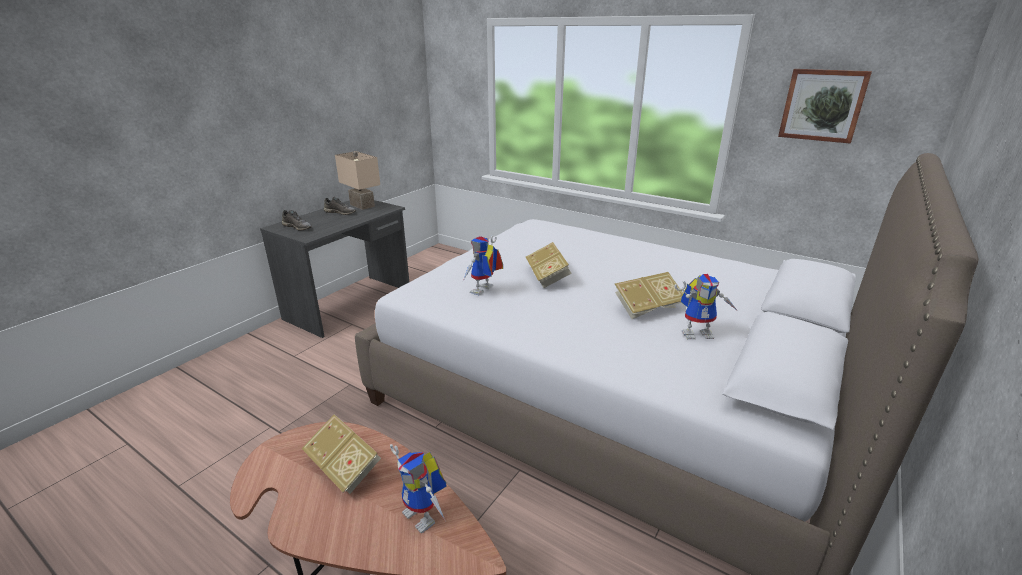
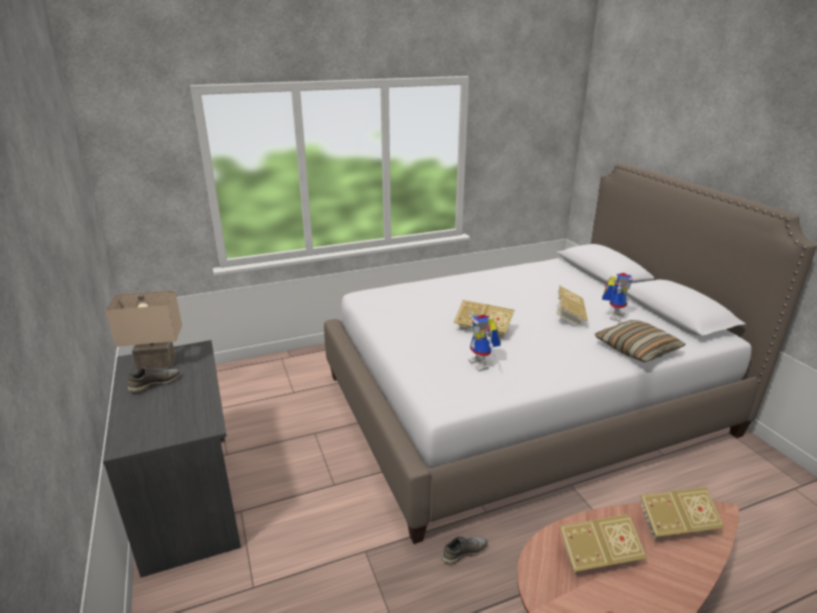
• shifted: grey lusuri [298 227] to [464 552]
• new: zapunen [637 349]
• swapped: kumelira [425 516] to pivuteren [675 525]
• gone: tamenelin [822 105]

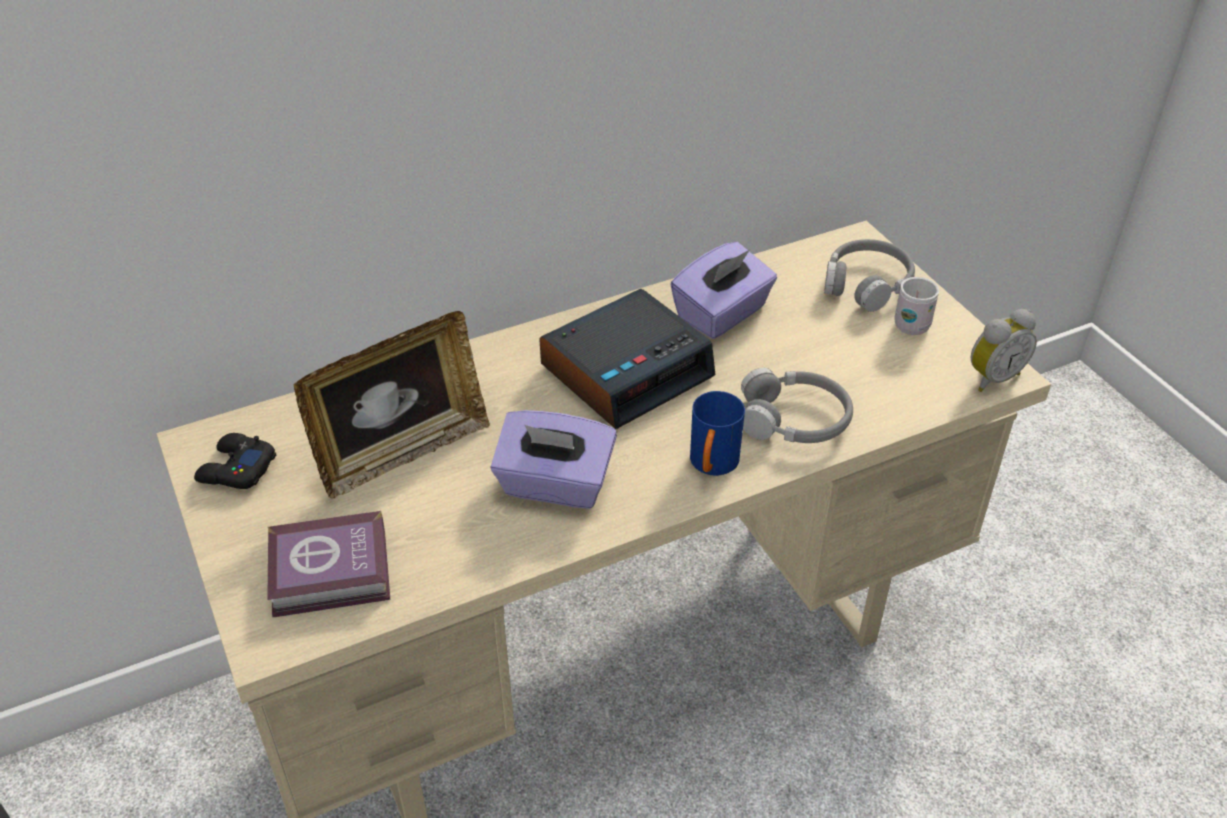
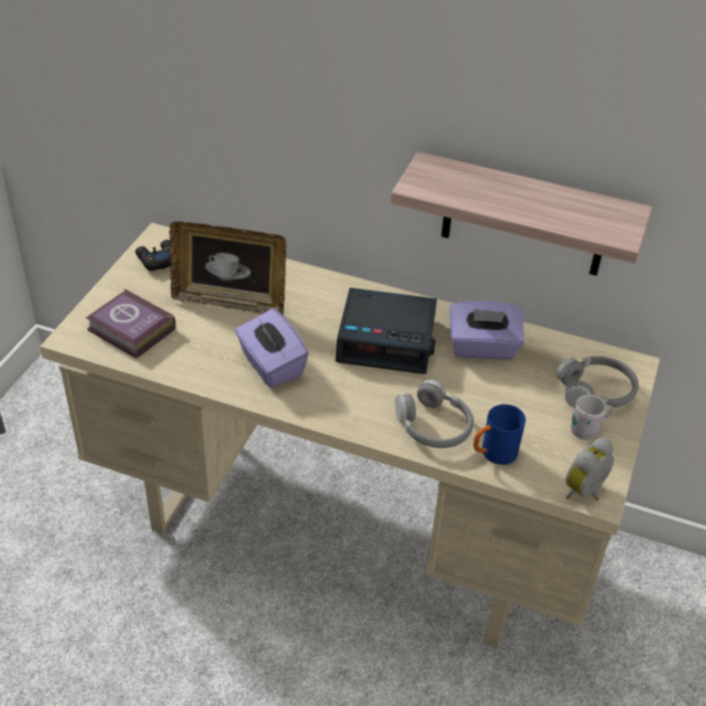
• new: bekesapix [524 217]
• shifted: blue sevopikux [712 466] to [493 454]
• rotated: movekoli [992 377] = [586 492] 120 degrees clockwise

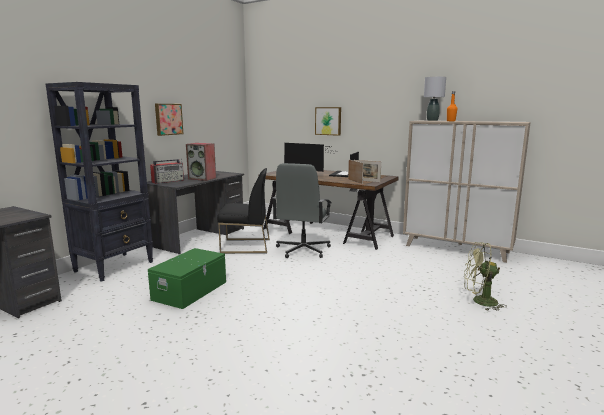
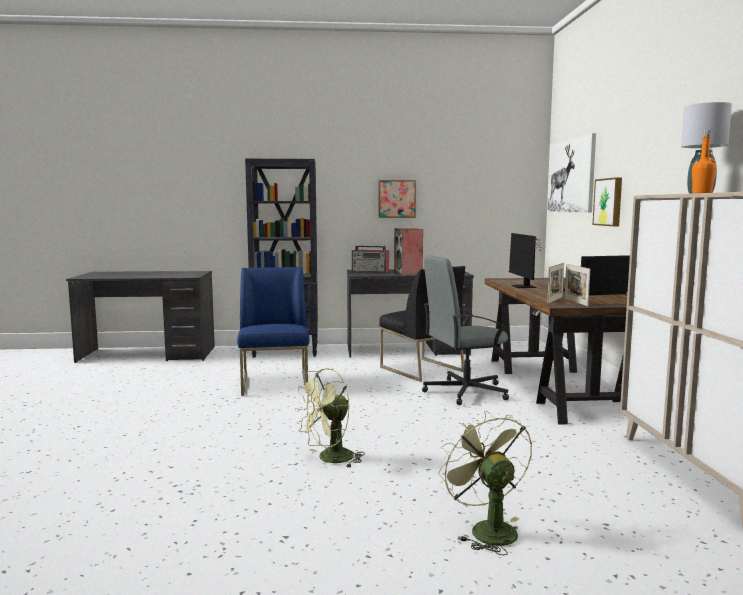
• swapped: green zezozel [191 291] to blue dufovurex [275 384]
• new: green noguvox [329 459]
• new: tamenelin [571 176]

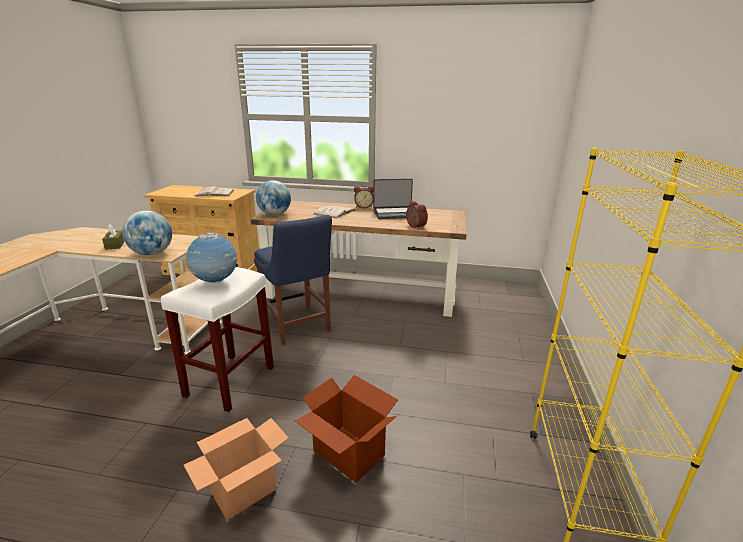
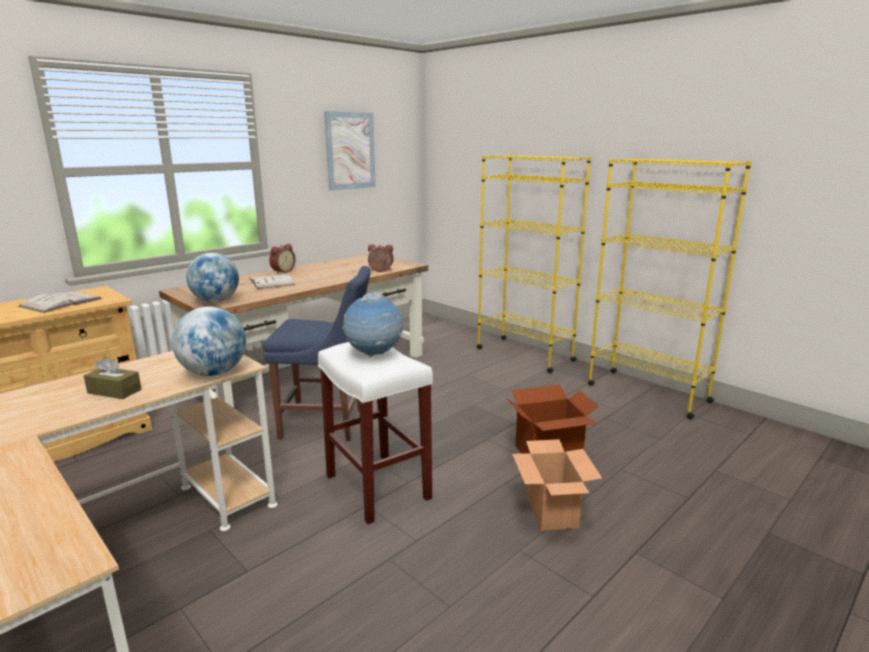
• new: tamenelin [350 151]
• new: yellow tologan [524 354]
• gone: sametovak [395 214]

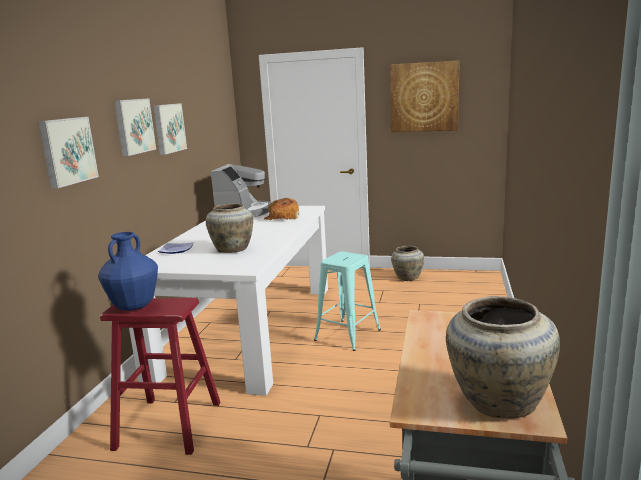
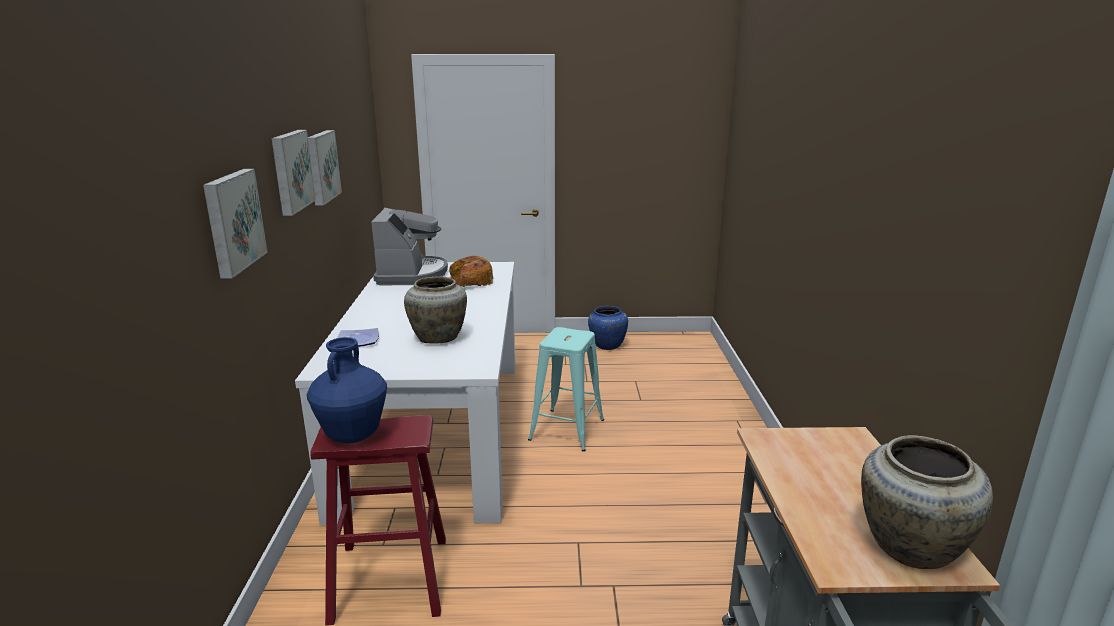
• repainted: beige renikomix [407 278] to blue renikomix [607 345]
• gone: tamenelin [424 97]

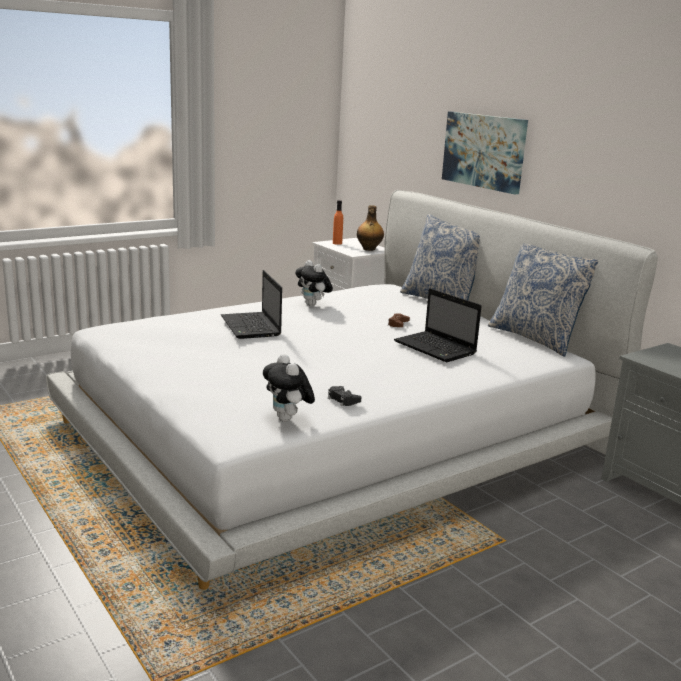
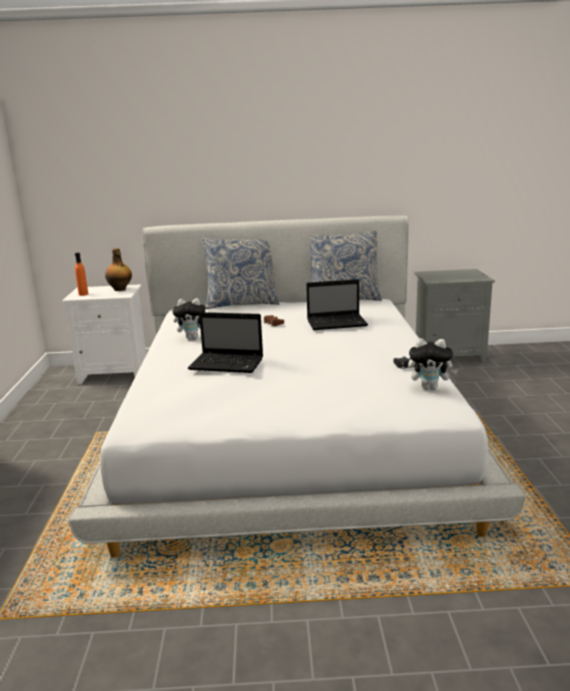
• gone: tamenelin [484 151]

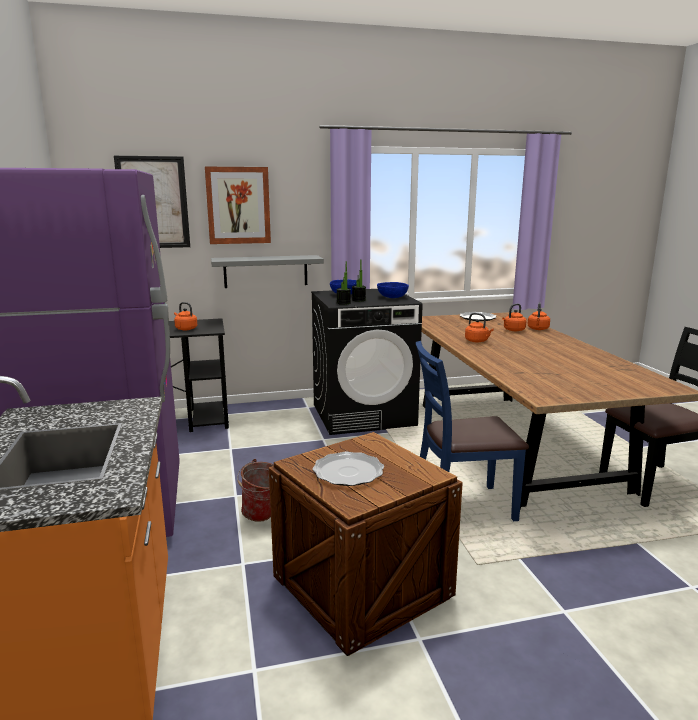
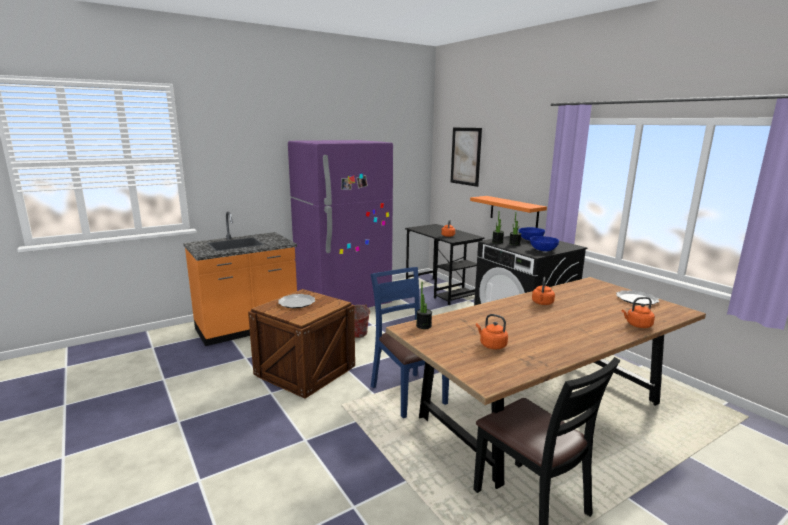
• new: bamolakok [423 326]
• repainted: grey bekesapix [266 271] to orange bekesapix [514 211]
• shifted: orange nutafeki [513 330] to [491 345]
• gone: tamenelin [238 205]

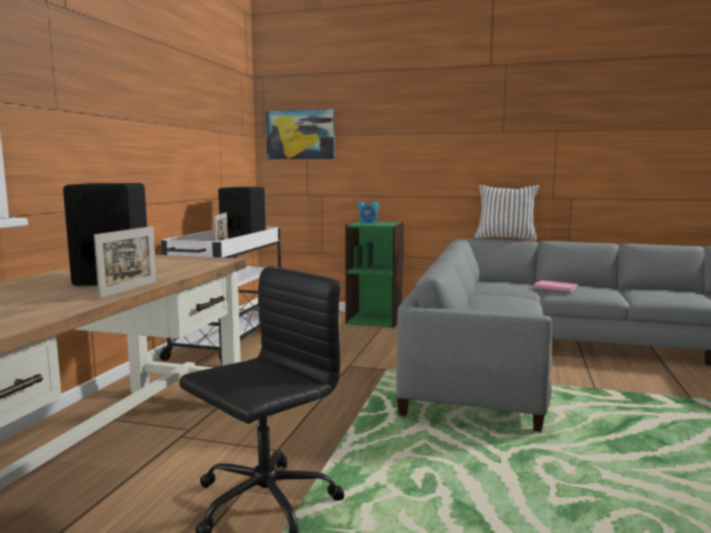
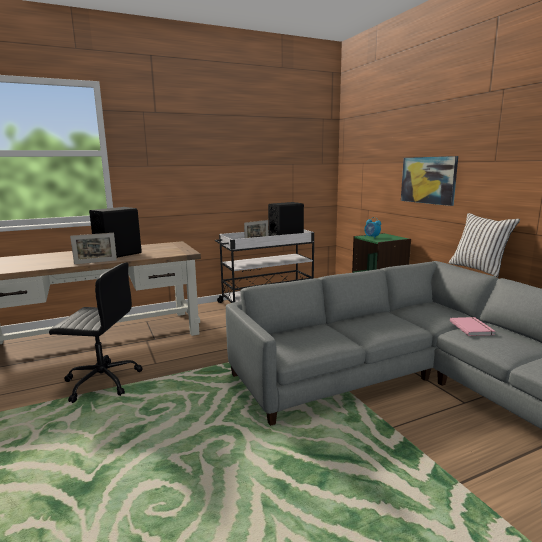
• shifted: tamenelin [300 134] to [428 180]

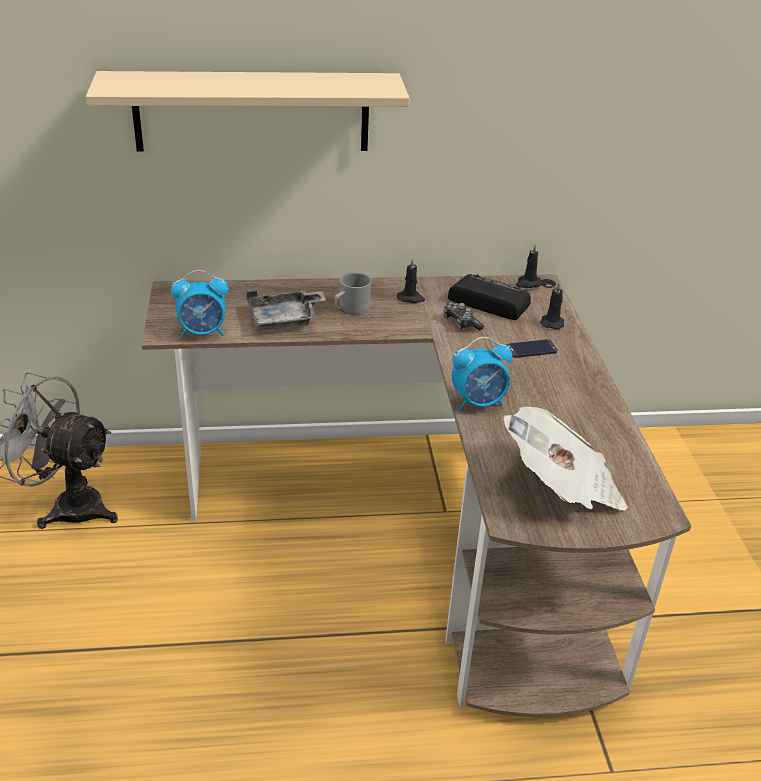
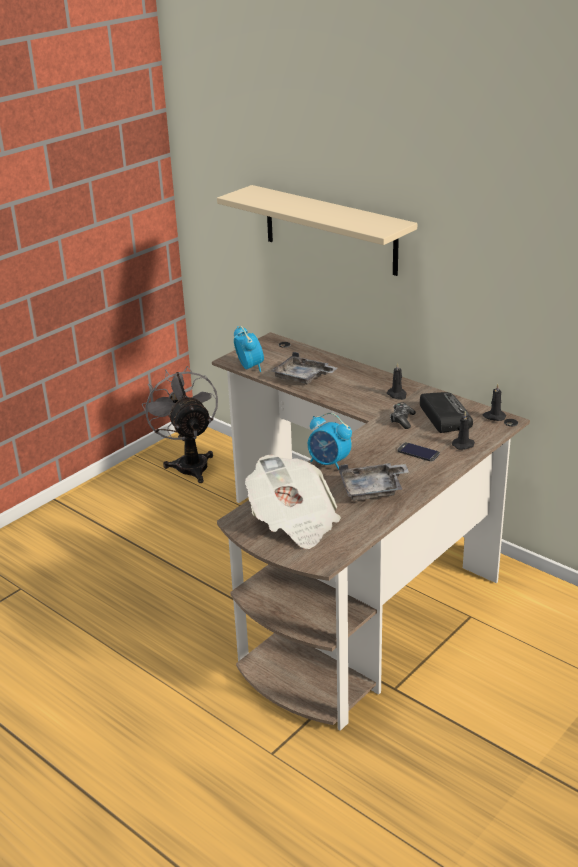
• rotated: movekoli [203 332] = [249 367] 150 degrees counterclockwise
• new: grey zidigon [373 490]
• gone: grey sevopikux [351 309]

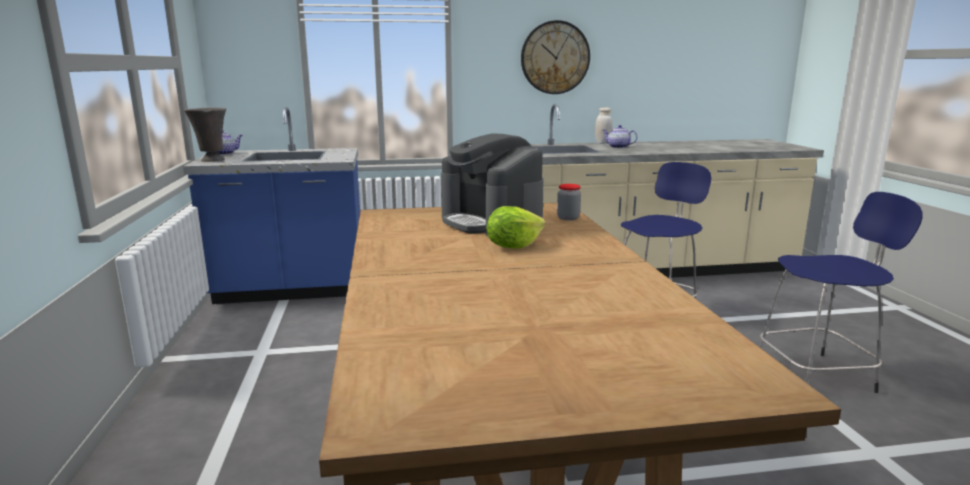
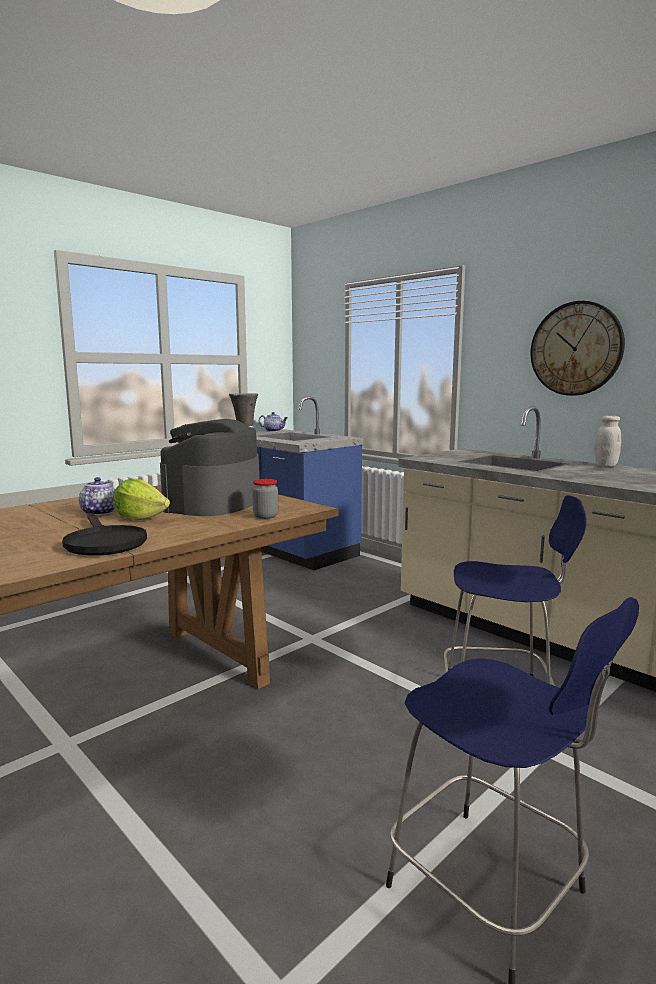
• new: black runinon [103 542]
• shifted: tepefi [618 147] to [99 512]

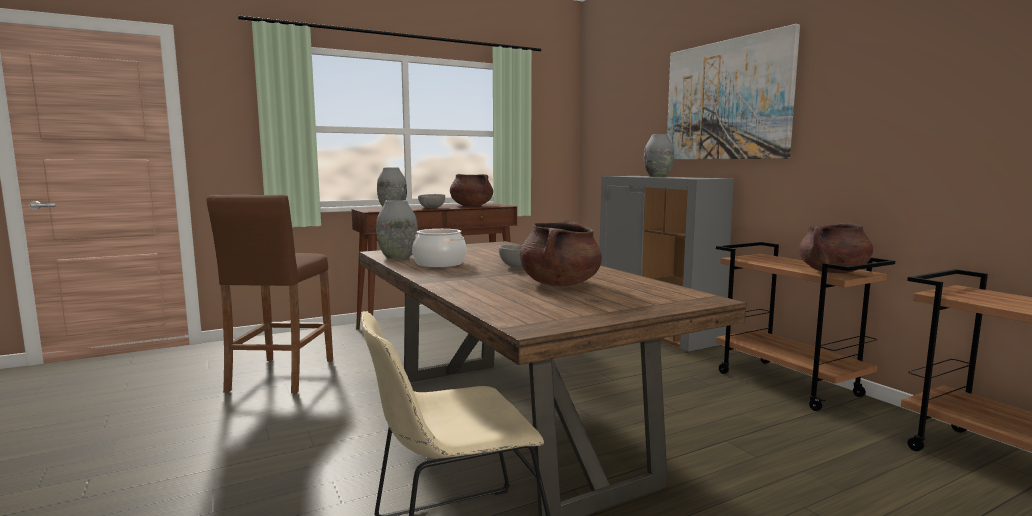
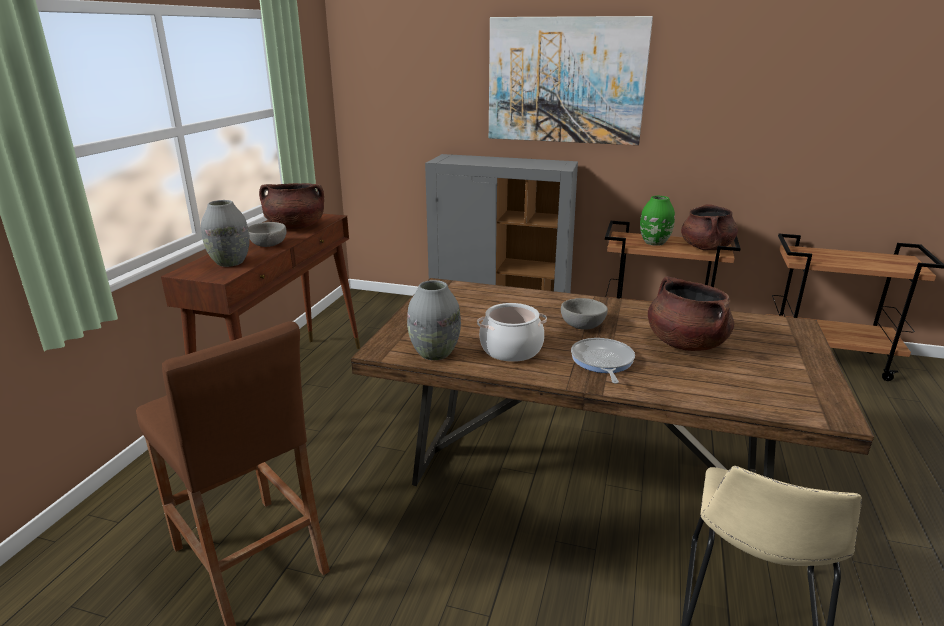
• new: runinon [602 362]
• new: green renikomix [654 243]
• gone: grey renikomix [658 176]

